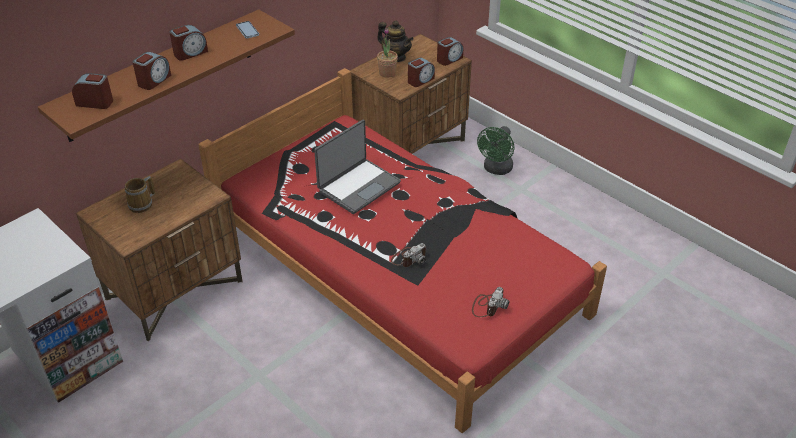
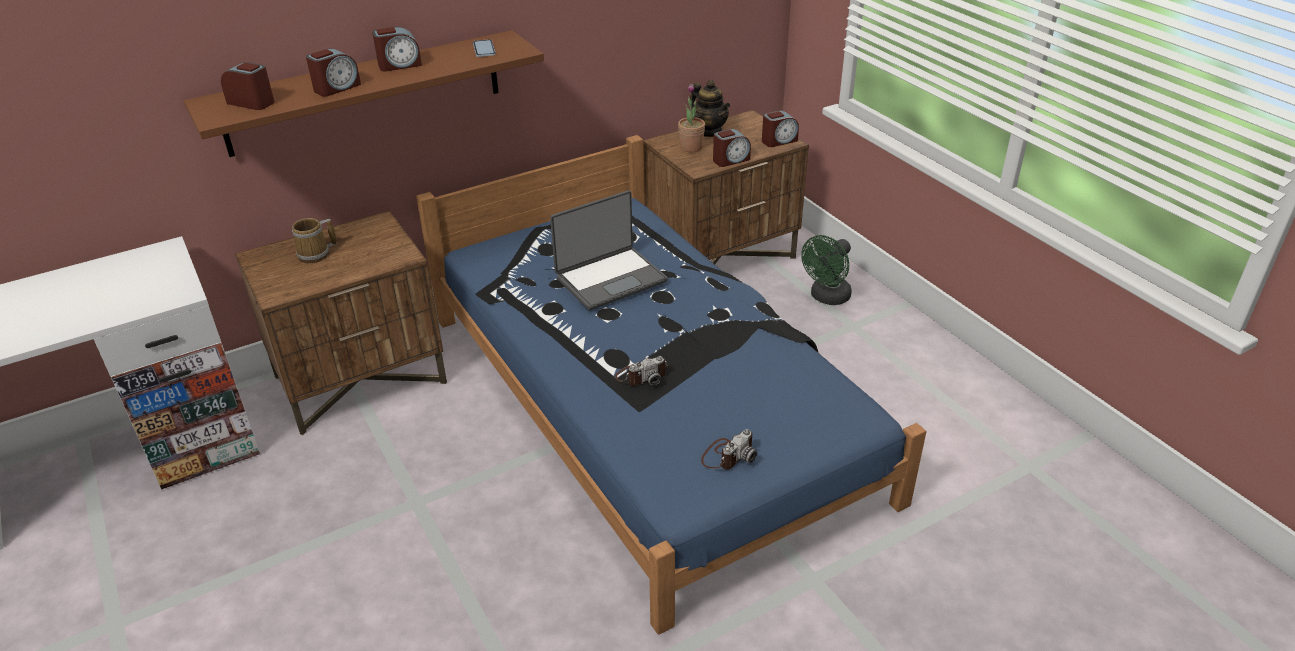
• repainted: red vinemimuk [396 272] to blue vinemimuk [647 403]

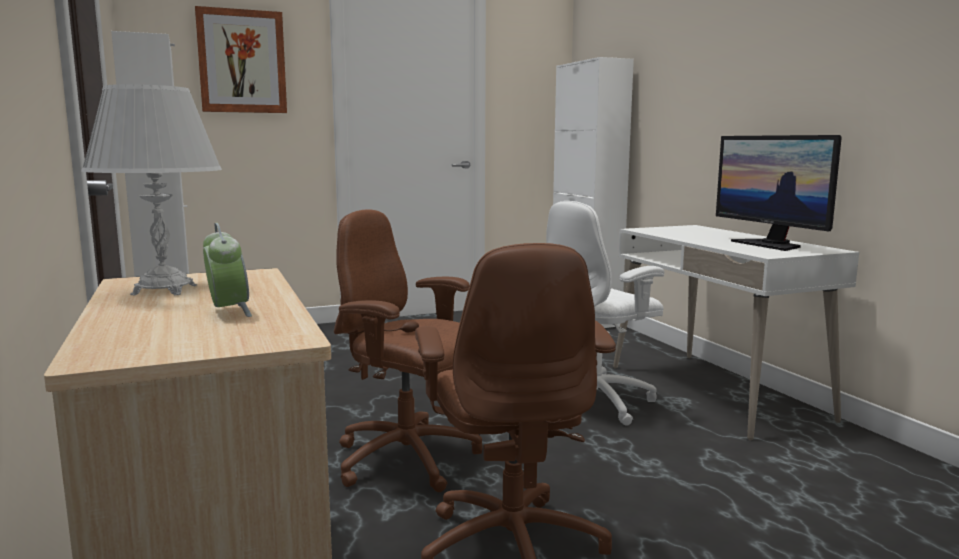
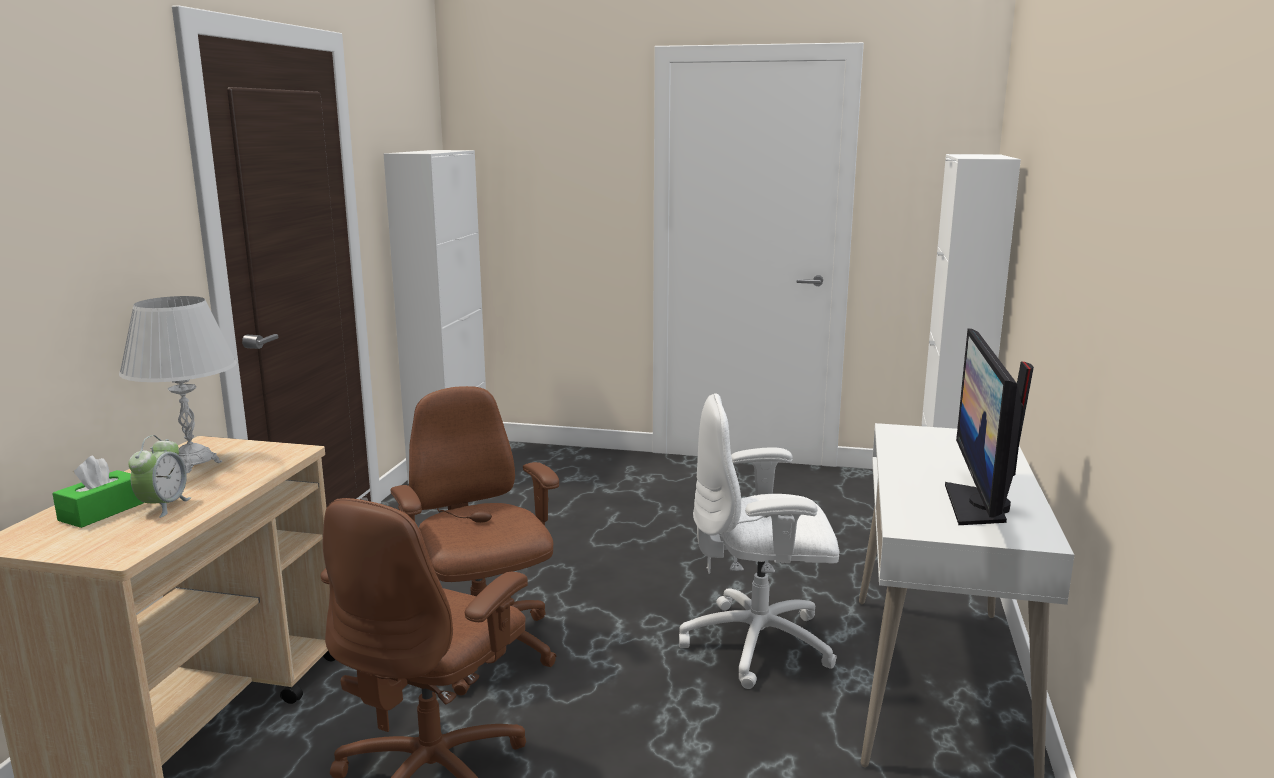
• new: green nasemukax [102 511]
• gone: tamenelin [242 61]

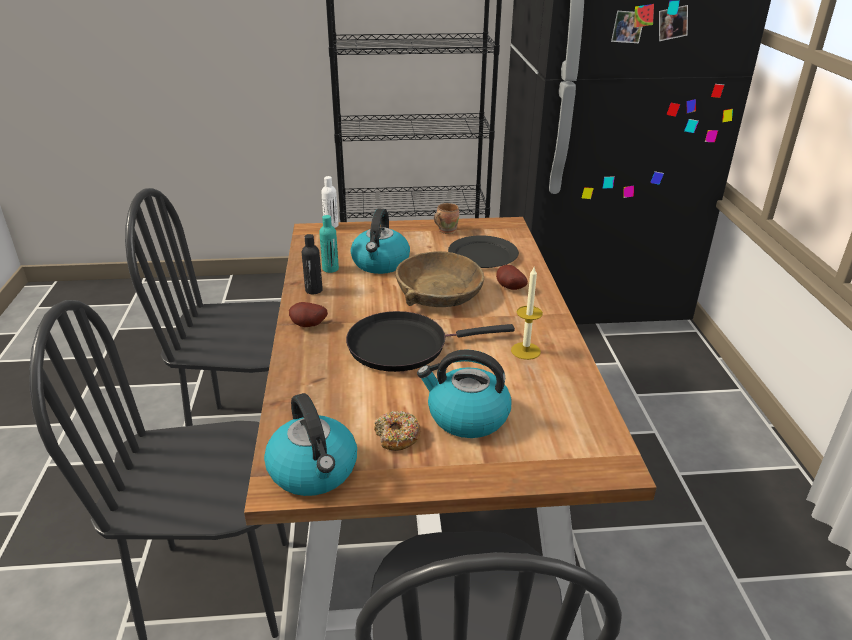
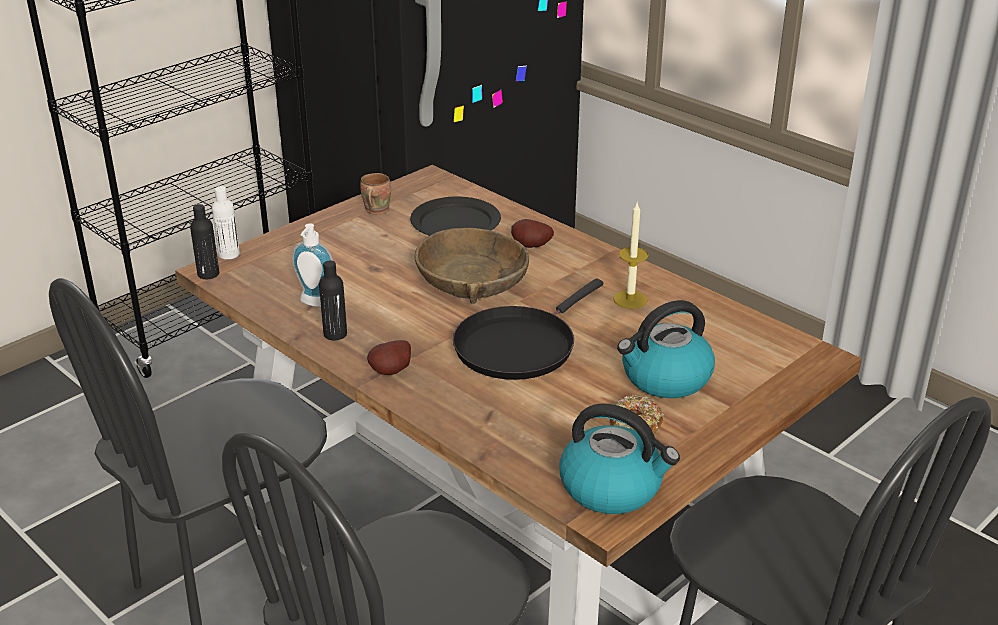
• new: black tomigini [208 274]
• swapped: turquoise tomigini [330 269] to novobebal [314 304]
• gone: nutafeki [380 263]

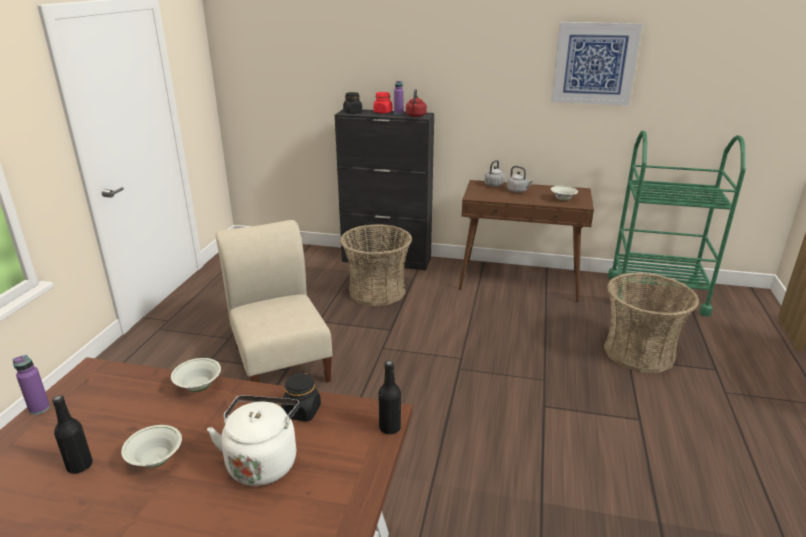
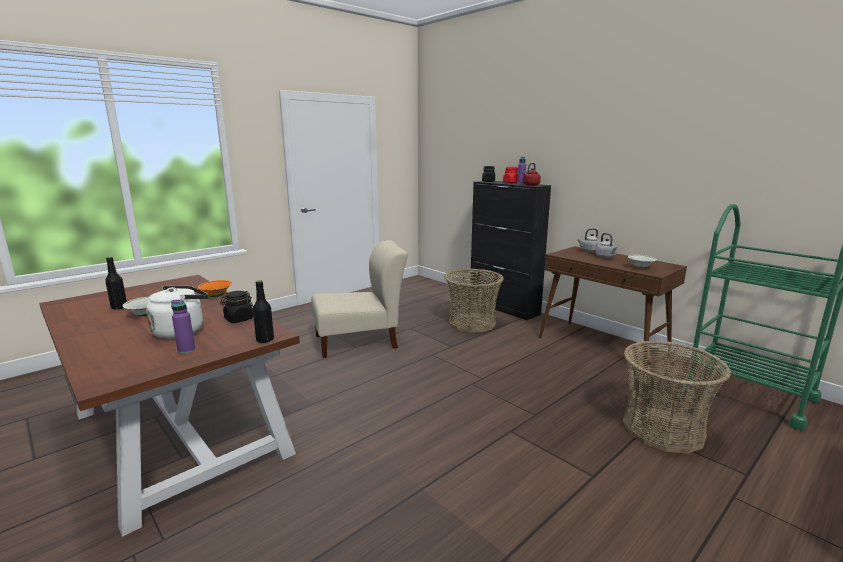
• shifted: purple tomigini [39 408] to [186 350]
• repainted: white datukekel [199 387] to orange datukekel [216 296]
• rotated: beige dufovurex [281 360] = [360 341] 60 degrees clockwise
• gone: tamenelin [594 64]

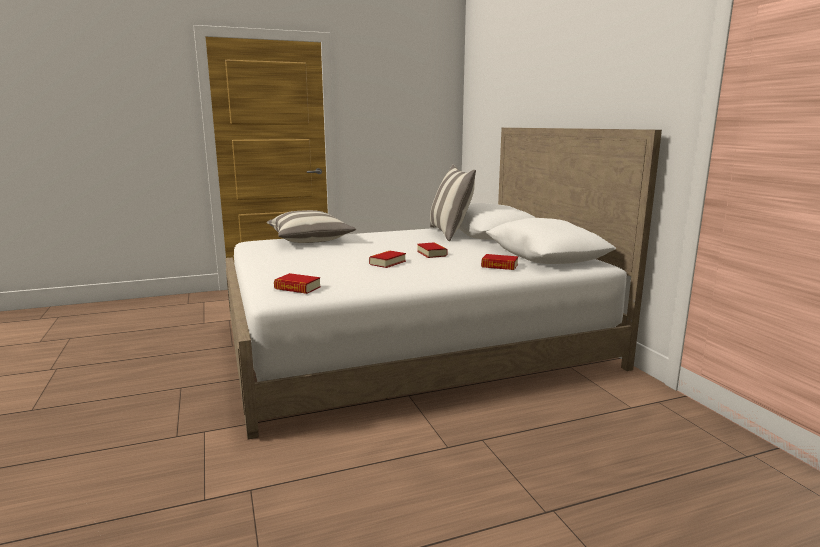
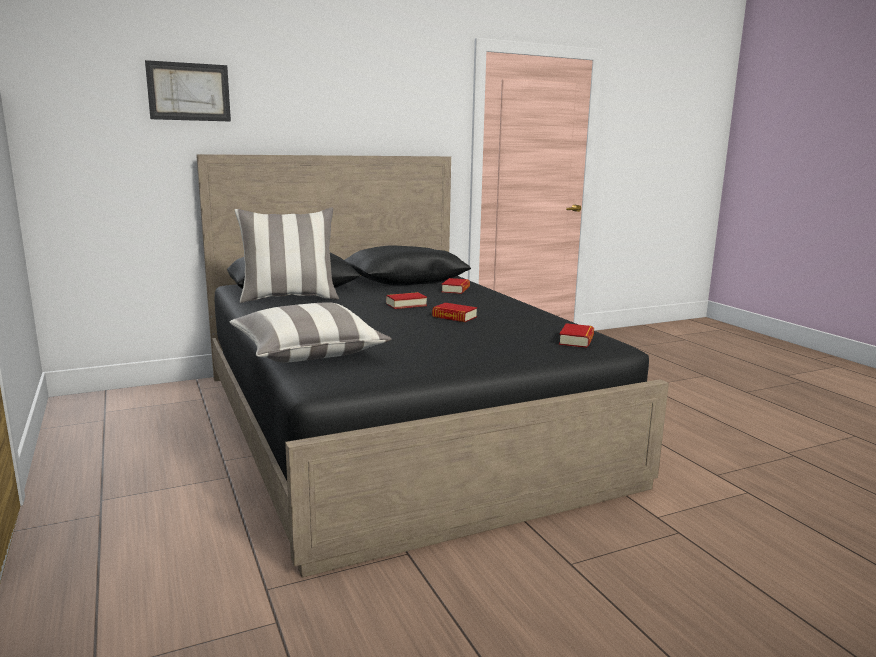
• new: tamenelin [189 92]
• repainted: white vinemimuk [412 345] to black vinemimuk [397 423]

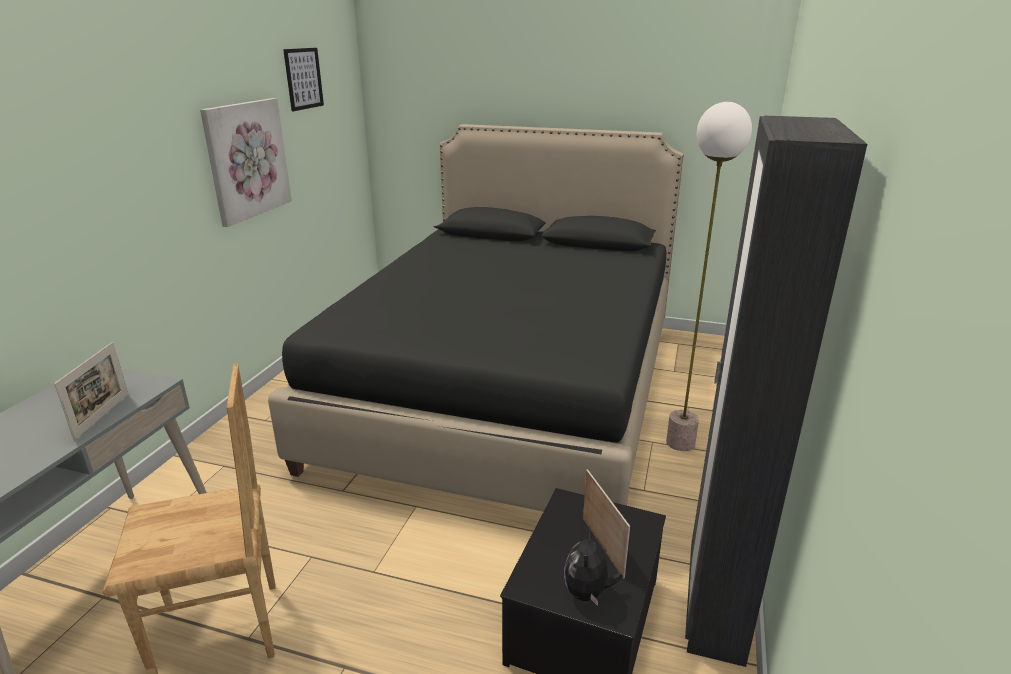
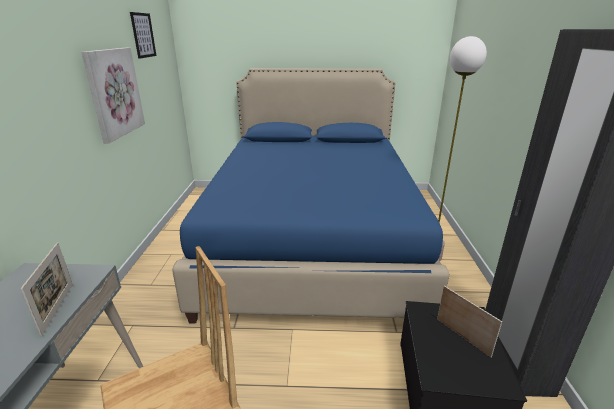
• repainted: black vinemimuk [509 390] to blue vinemimuk [312 238]
• gone: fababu [588 592]

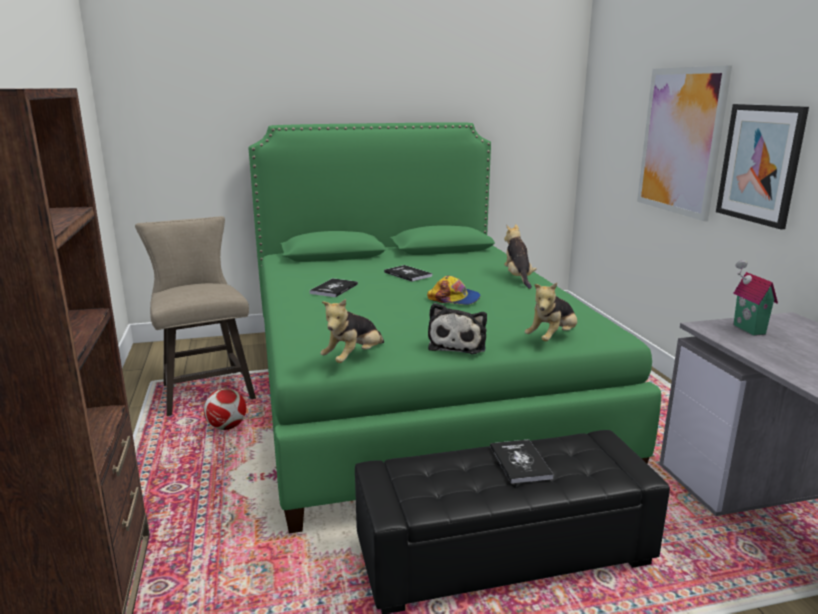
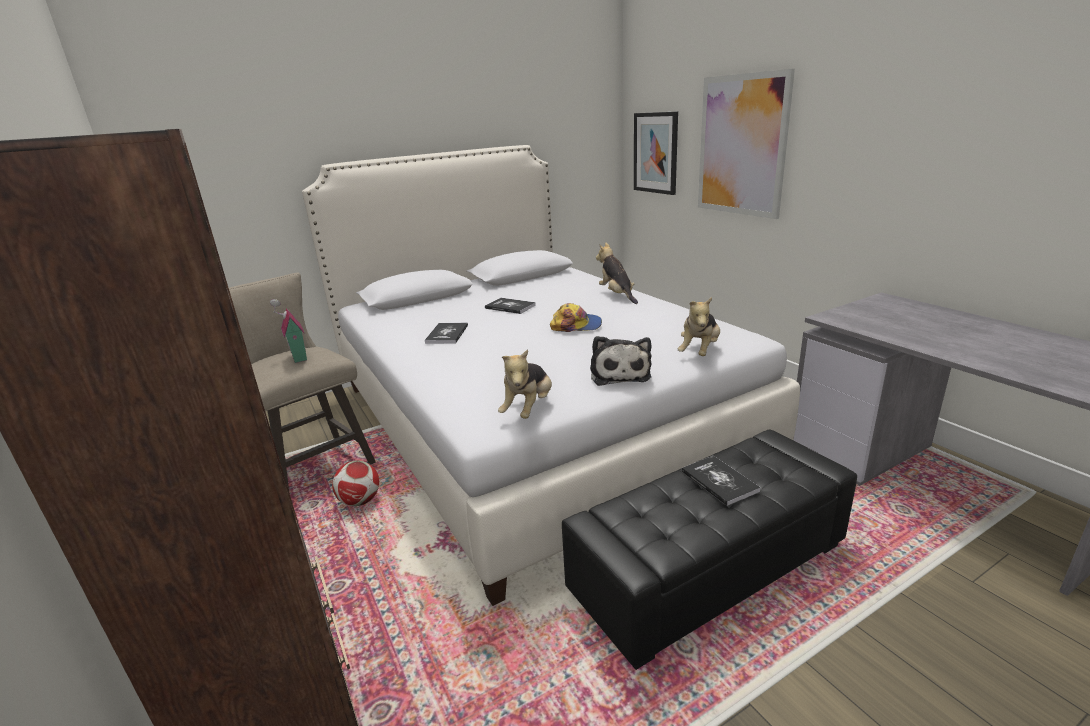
• shifted: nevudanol [746 329] to [297 357]
• repainted: green vinemimuk [412 390] to white vinemimuk [531 421]
• shifted: tamenelin [760 164] to [655 153]

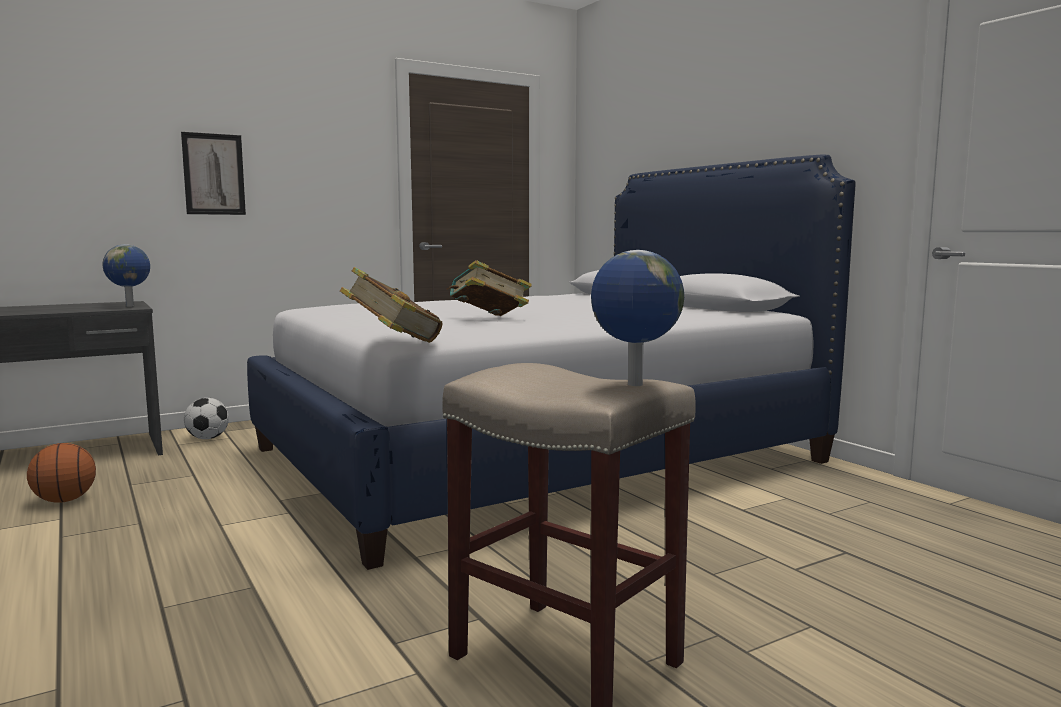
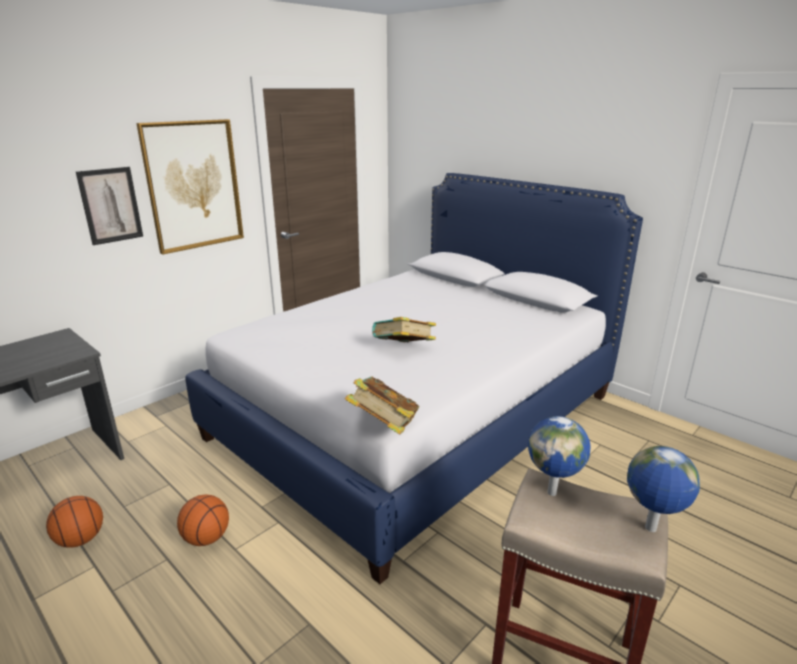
• new: tamenelin [193 185]
• new: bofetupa [207 538]
• shifted: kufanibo [131 306] to [553 492]
• gone: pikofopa [208 438]

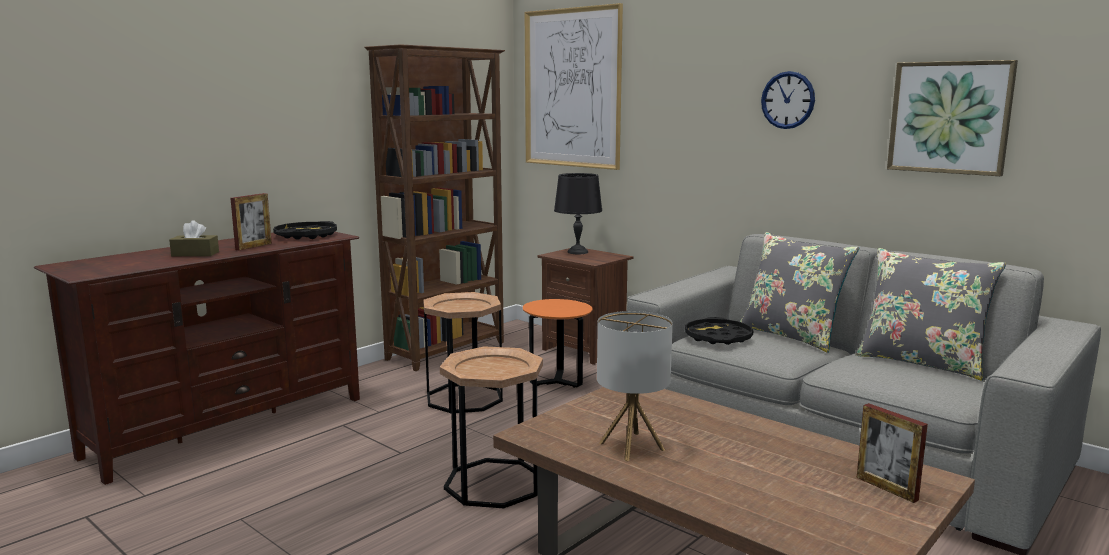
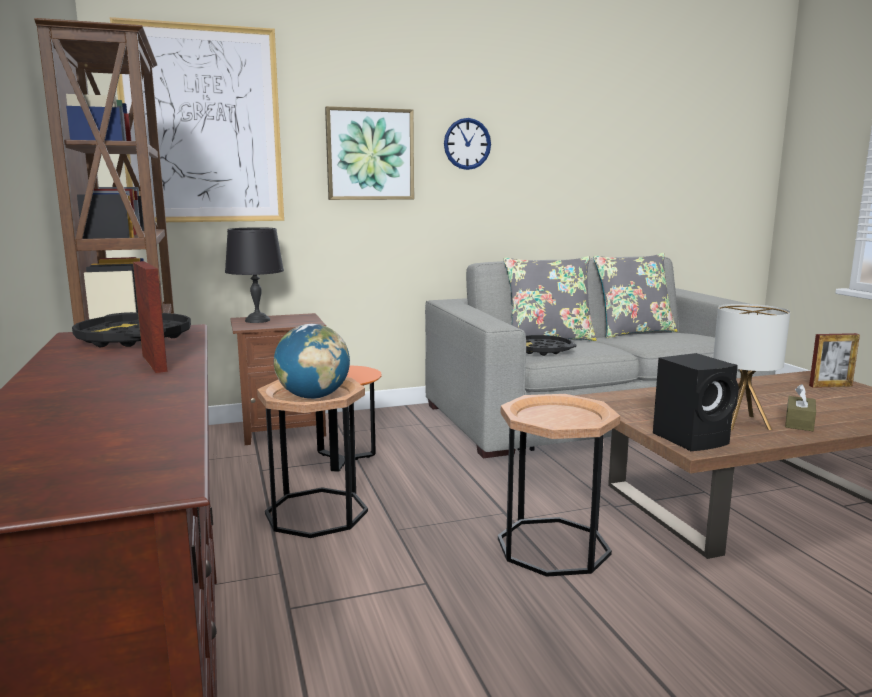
• new: kufanibo [313 397]
• shifted: tamenelin [949 117] to [370 154]
• new: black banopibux [692 439]
• shifted: brown nasemukax [195 254] to [799 422]

